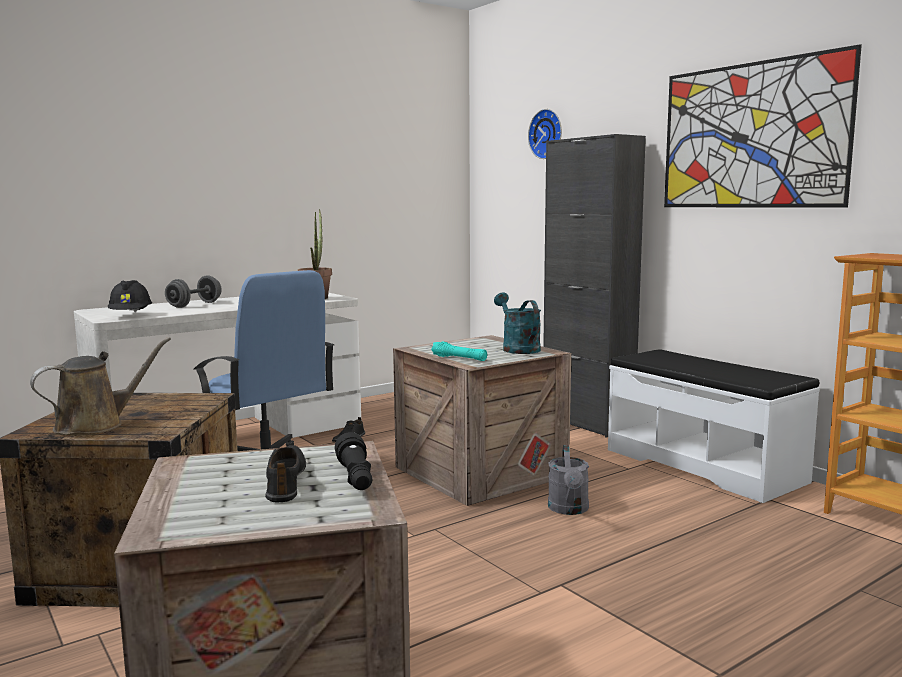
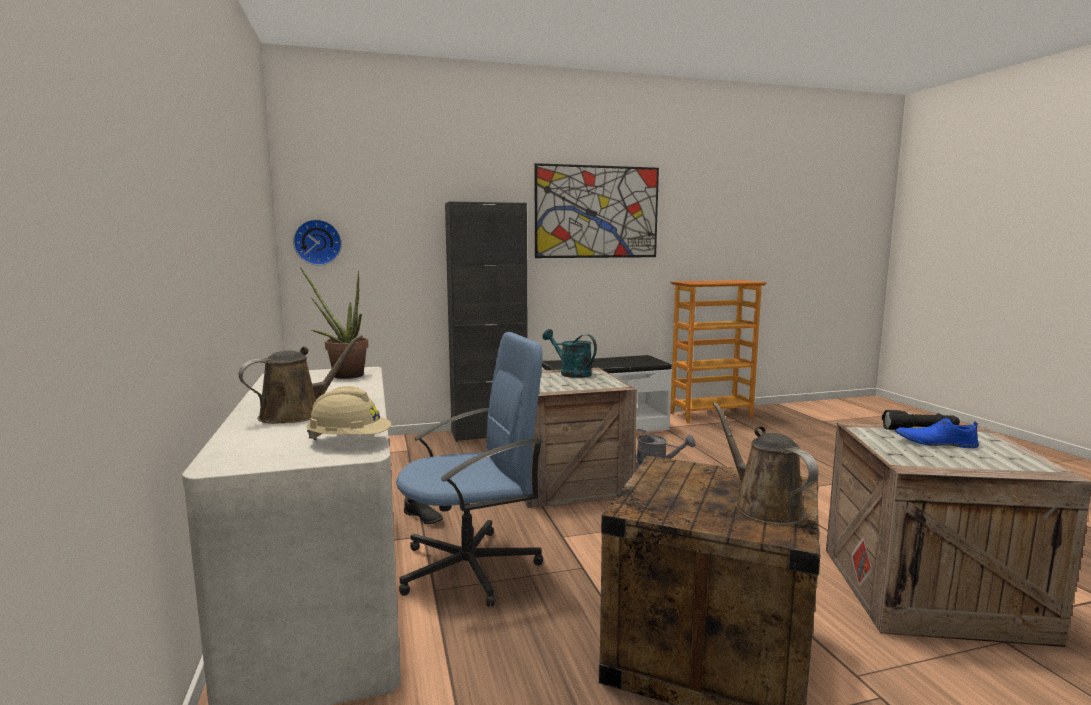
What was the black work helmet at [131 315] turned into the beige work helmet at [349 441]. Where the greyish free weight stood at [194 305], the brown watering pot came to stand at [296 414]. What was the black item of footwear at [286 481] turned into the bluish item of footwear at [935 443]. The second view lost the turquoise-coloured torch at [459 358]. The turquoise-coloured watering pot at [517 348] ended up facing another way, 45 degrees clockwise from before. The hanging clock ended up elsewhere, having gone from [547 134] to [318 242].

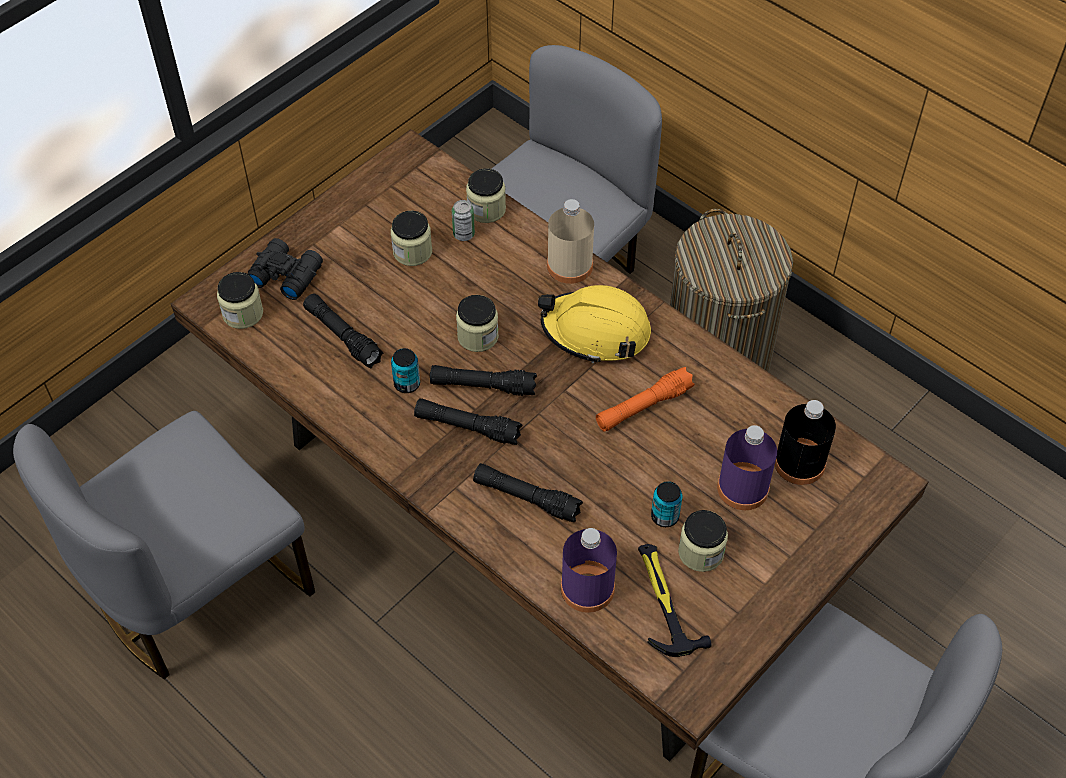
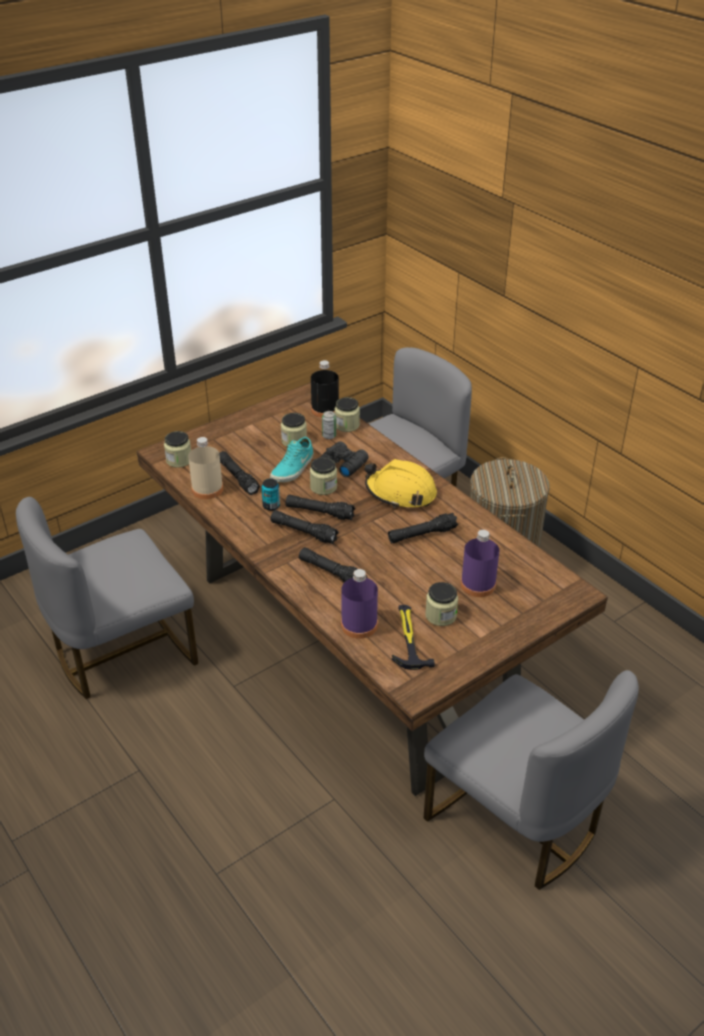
The black field glasses ended up elsewhere, having gone from [285 274] to [343 464]. The beige drink bottle ended up elsewhere, having gone from [569 265] to [207 489]. What was the orange-coloured torch at [643 407] turned into the black torch at [422 535]. The second view lost the can at [665 516]. The black drink bottle ended up elsewhere, having gone from [799 463] to [325 410]. The second view gained the turquoise-coloured item of footwear at [293 469].

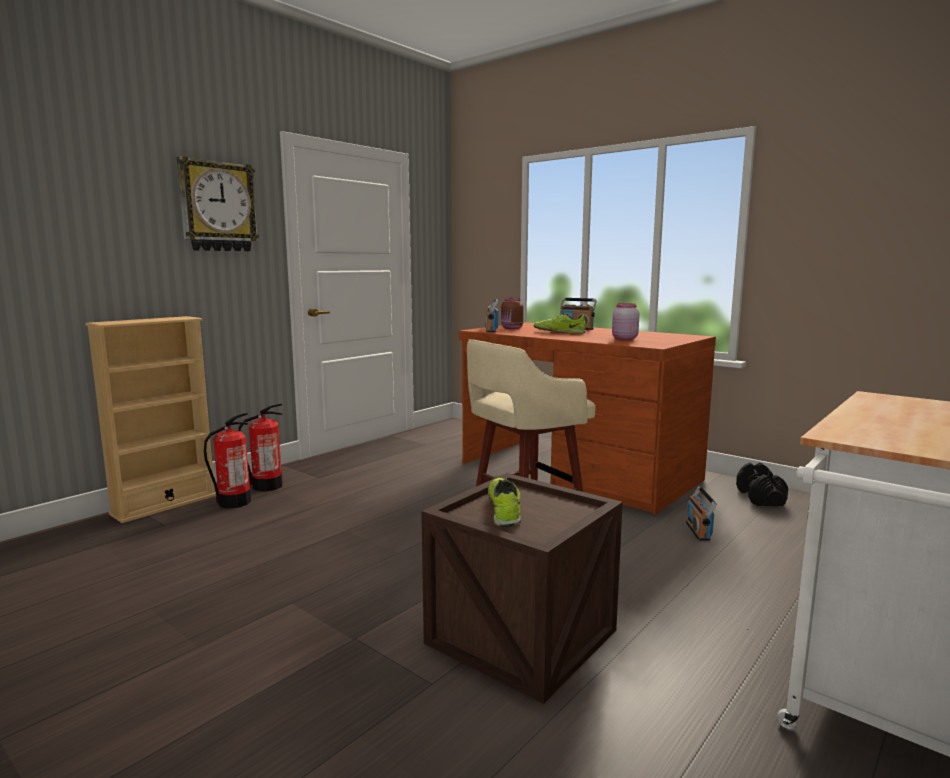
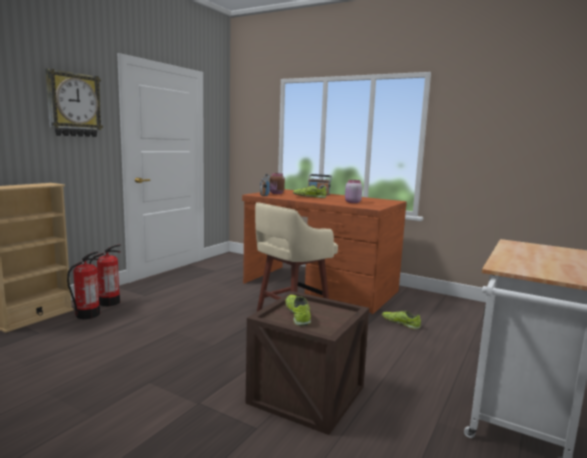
Where the radio receiver stood at [698 531], the item of footwear came to stand at [400 323]. The second view lost the black free weight at [759 497].

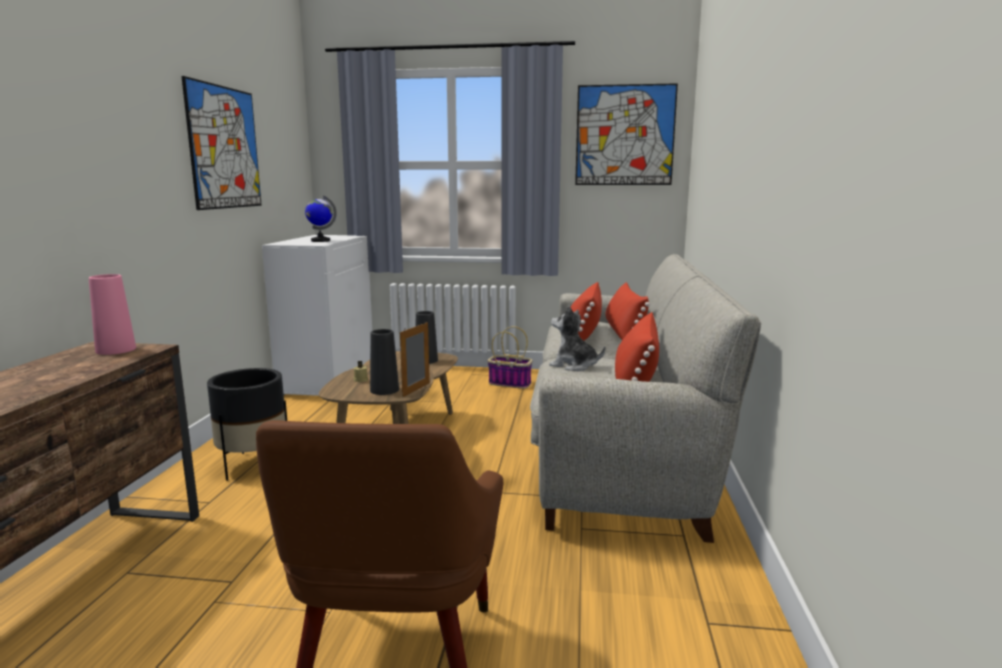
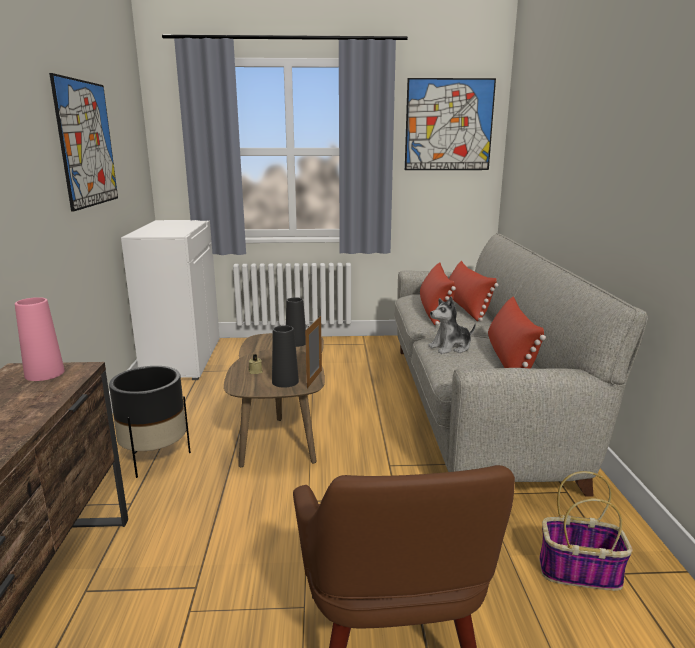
The second view lost the world globe at [320 241]. The household basket ended up elsewhere, having gone from [510 383] to [580 571]. The cuddly toy at [574 366] ended up facing another way, 45 degrees counterclockwise from before.

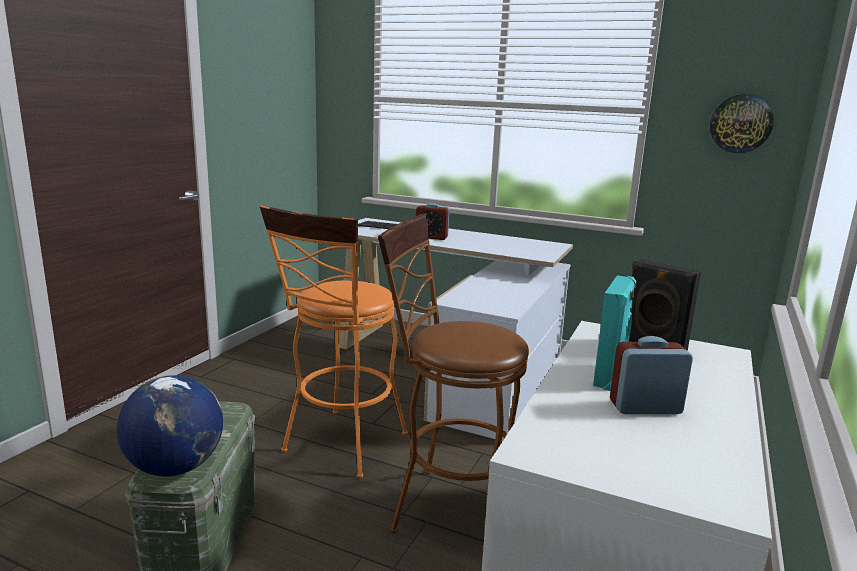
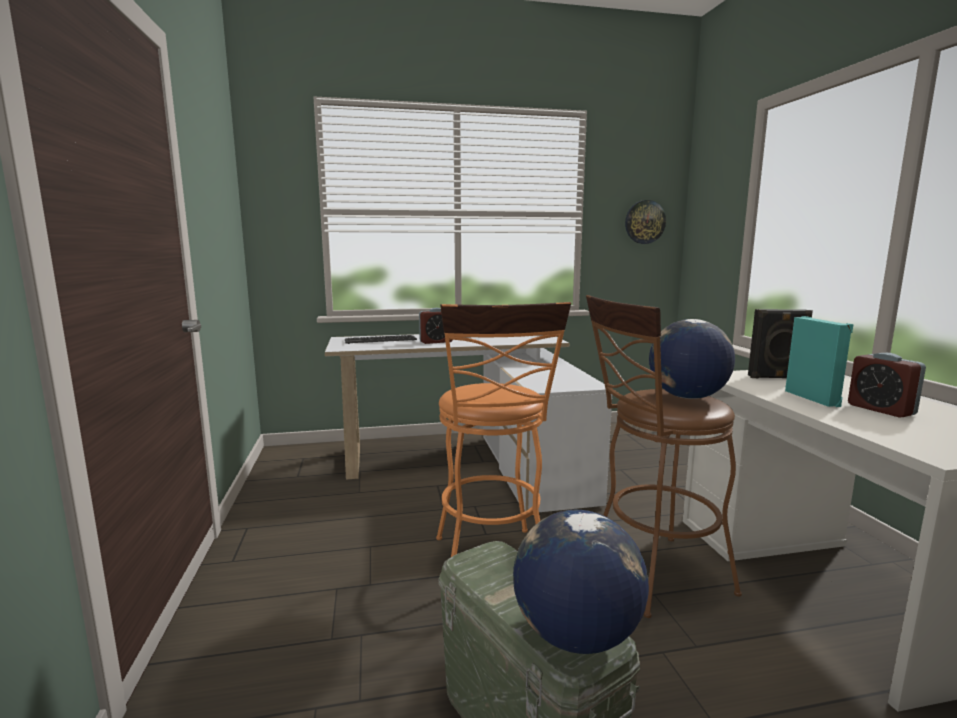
The bedside clock at [645 407] ended up facing another way, 75 degrees counterclockwise from before. The second view gained the world globe at [686 397].

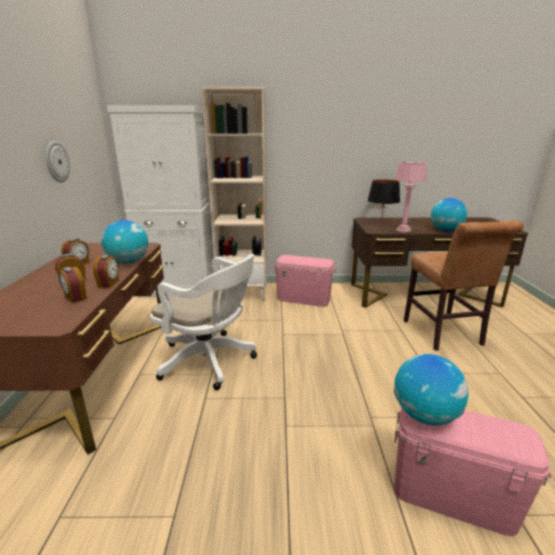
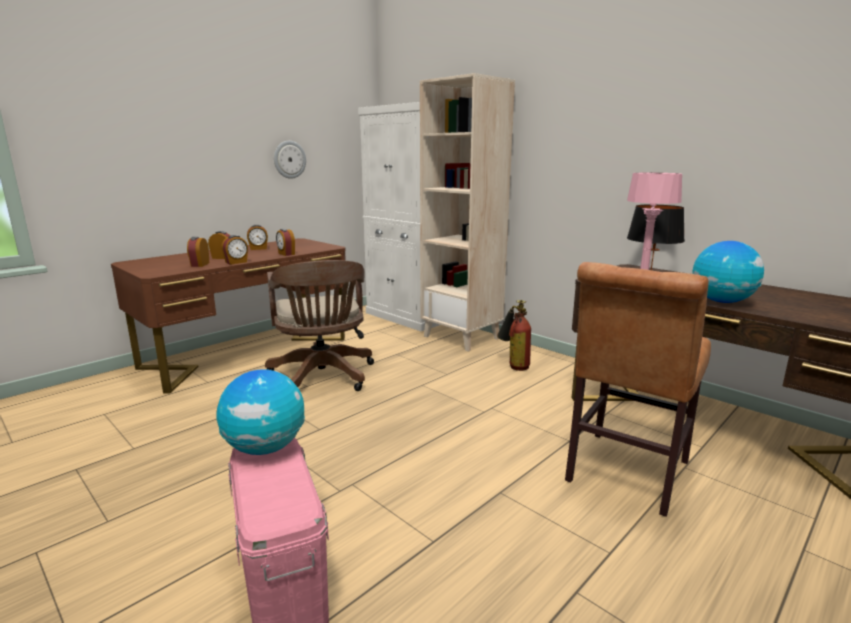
Where the world globe stood at [129 262], the bedside clock came to stand at [286 254]. What was the white desk chair at [210 361] turned into the brown desk chair at [323 378]. Where the pinkish storage bin stood at [303 299], the extinguisher came to stand at [513 365].

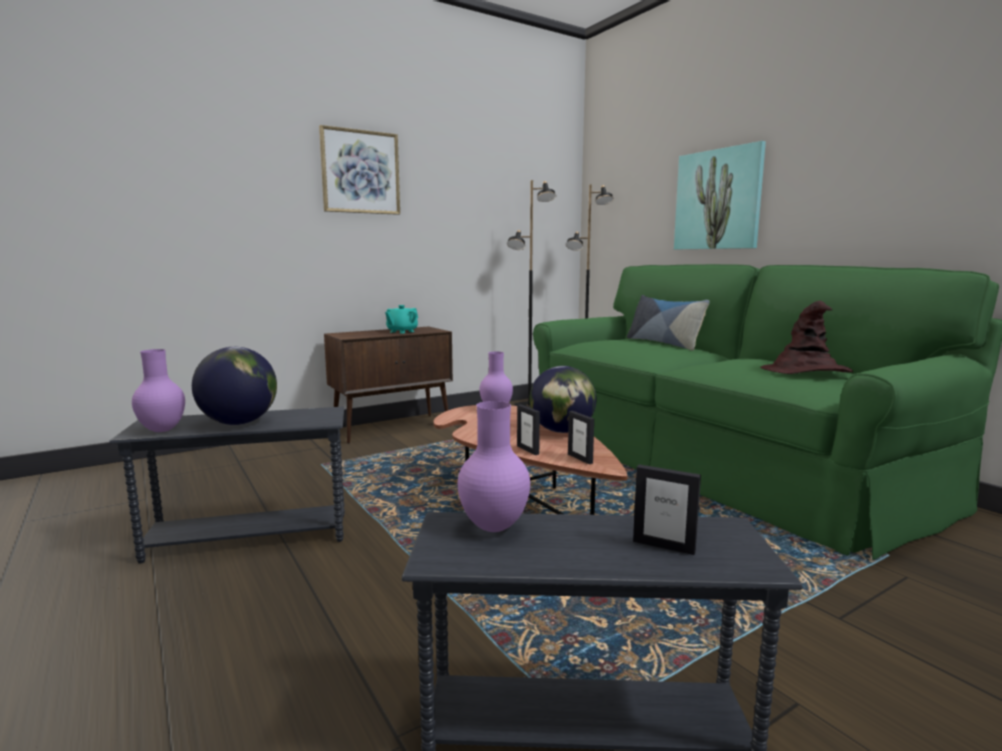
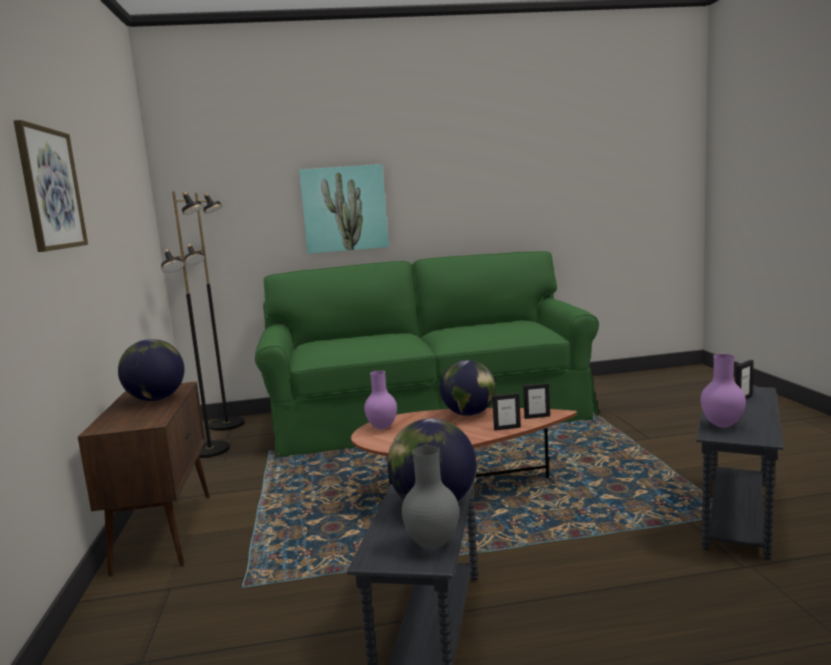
What was the purple decorative vase at [161 430] turned into the greyish decorative vase at [433 545]. Where the turquoise-coloured tea pot stood at [402 332], the world globe came to stand at [156 399]. The second view lost the throw pillow at [664 343]. The second view lost the brown hat at [805 371].

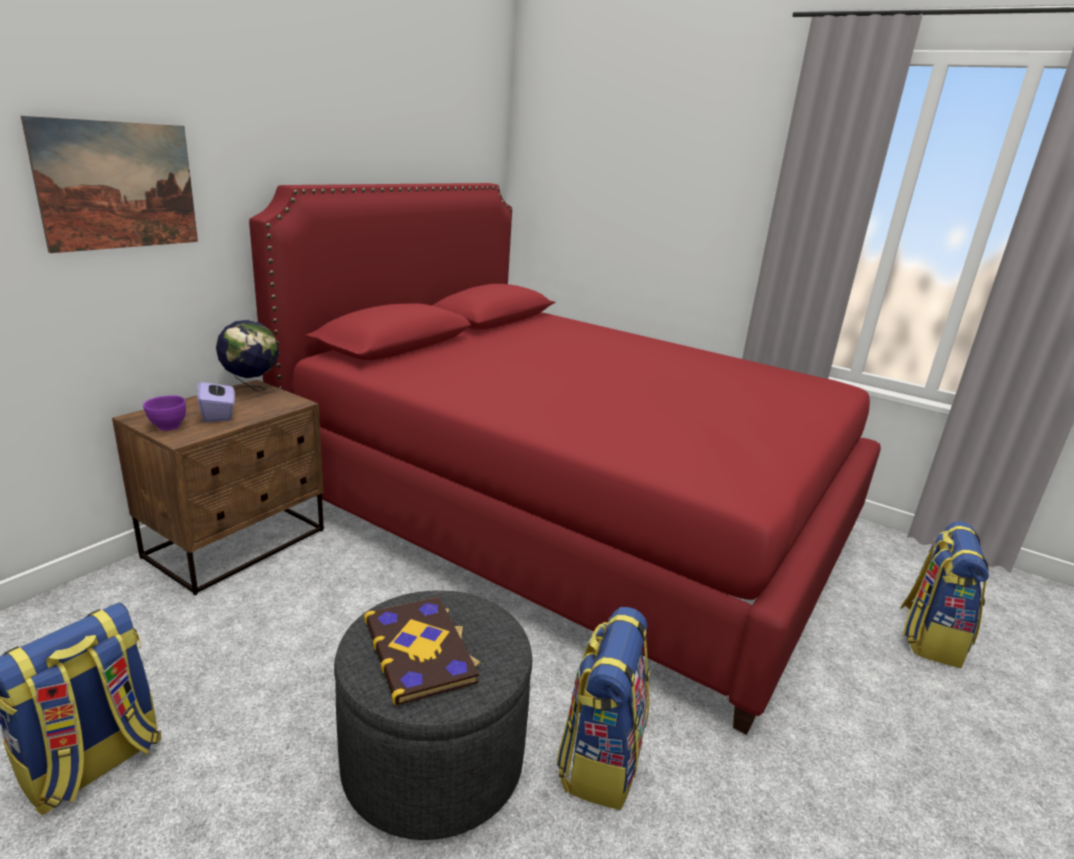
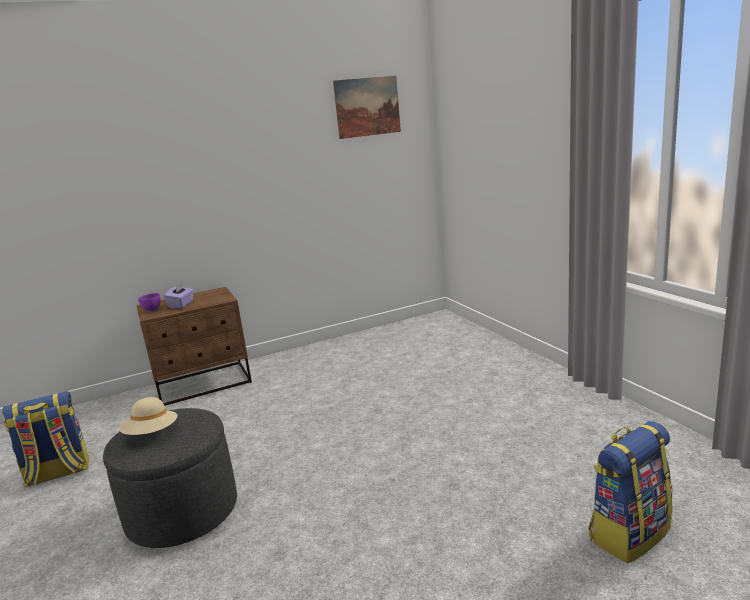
The wall picture ended up elsewhere, having gone from [118 185] to [367 107]. The second view lost the world globe at [251 391]. The second view lost the red sleeping bed at [571 513]. Where the bound book stood at [421 650], the beige hat came to stand at [152 434]. The second view lost the knapsack at [600 758].

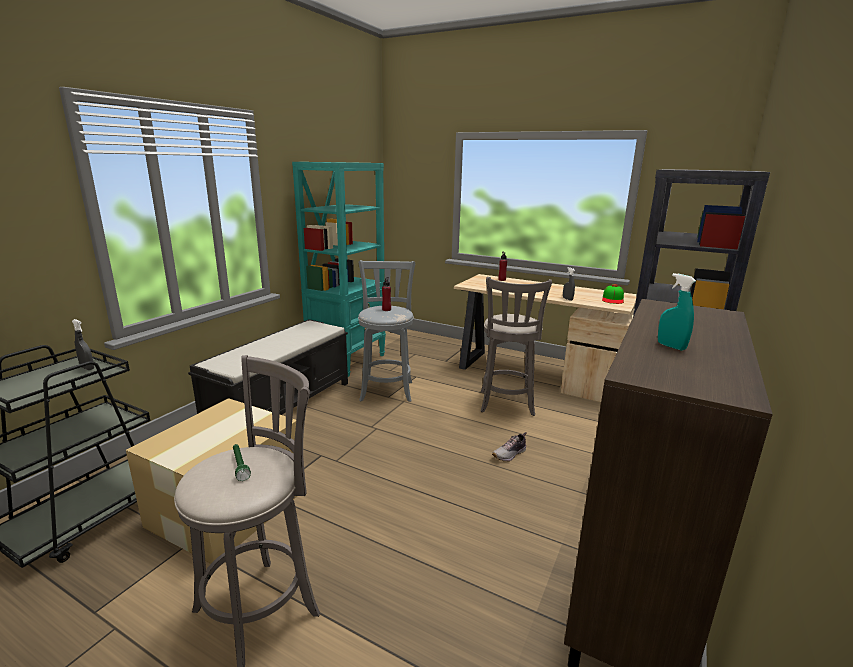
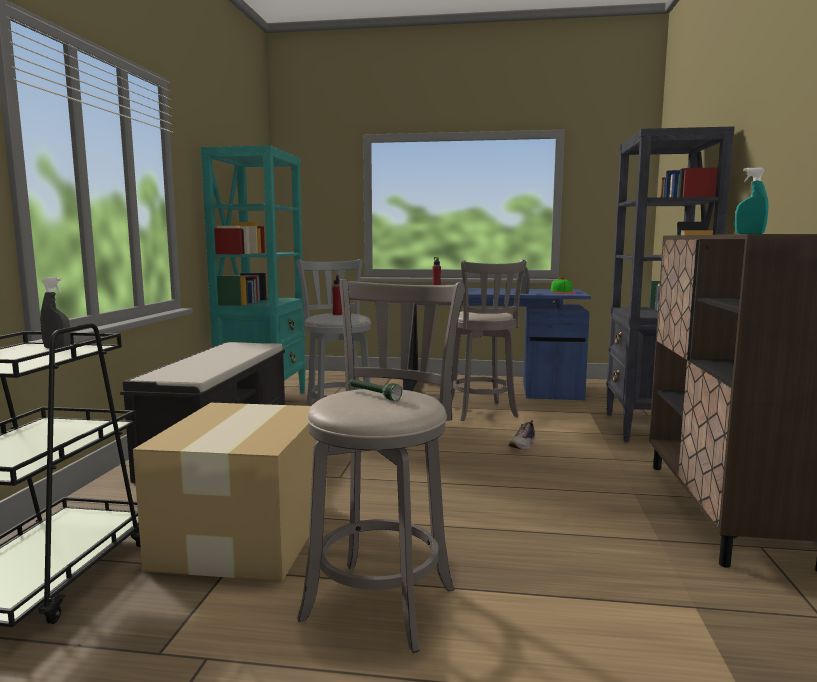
What was the beige desk at [536 374] turned into the bluish desk at [488 388].

